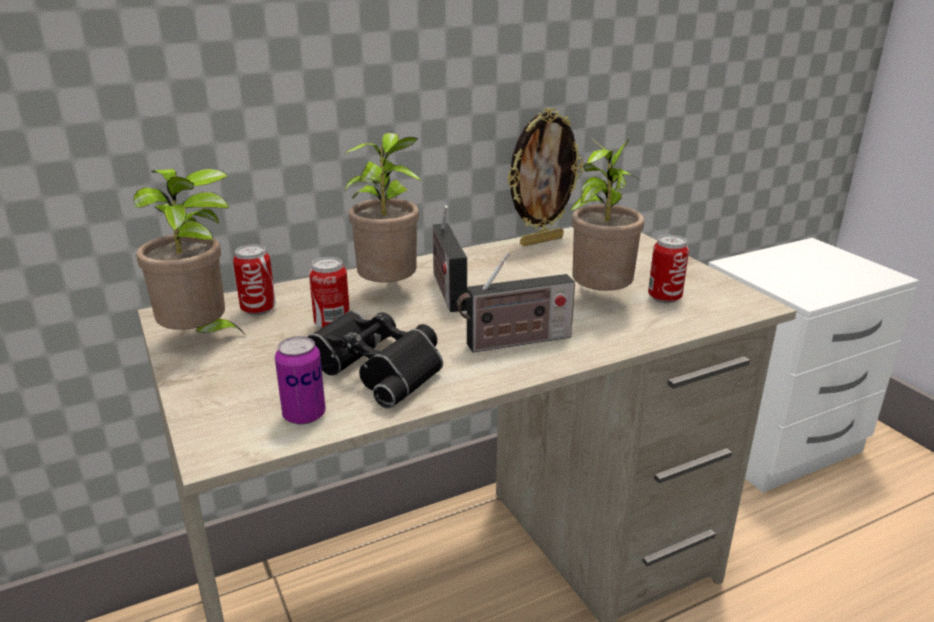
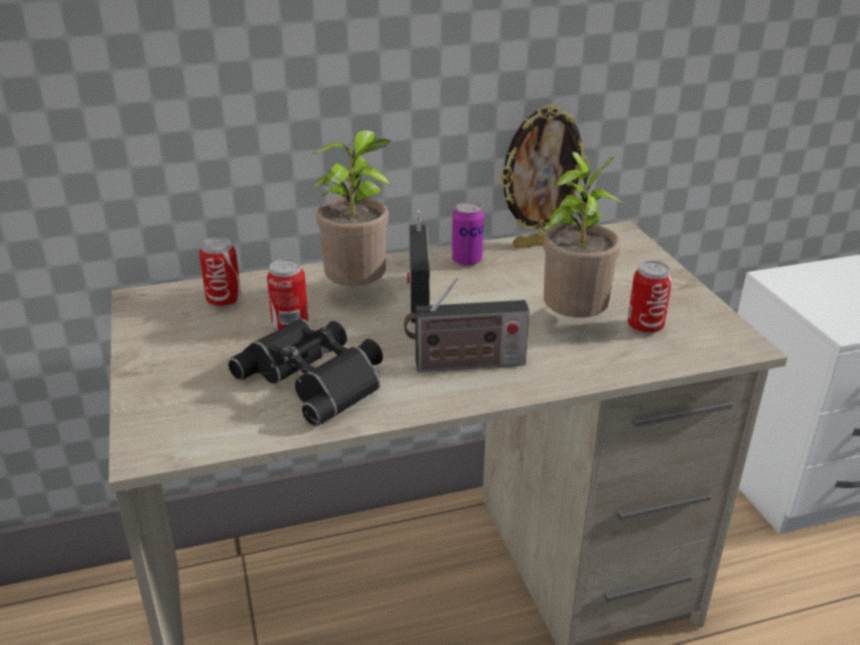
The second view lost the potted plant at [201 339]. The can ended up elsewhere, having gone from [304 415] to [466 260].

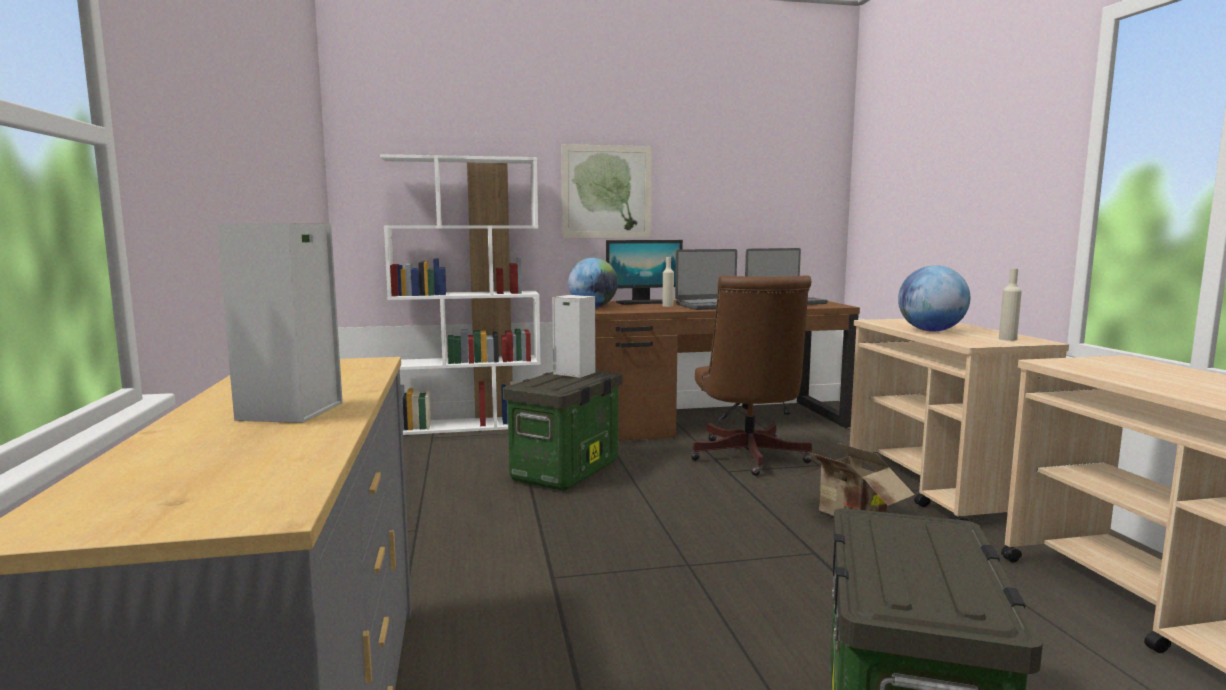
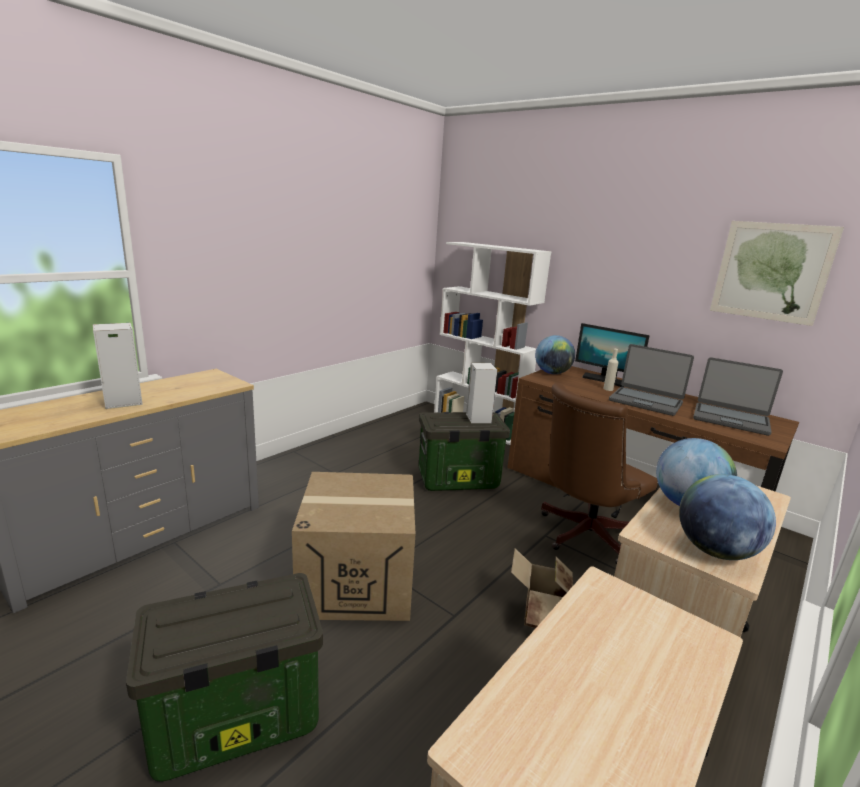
The wall picture ended up elsewhere, having gone from [606 192] to [771 272]. Where the beige drink bottle stood at [1007 339], the world globe came to stand at [715 551]. The second view gained the cardboard box at [357 580].

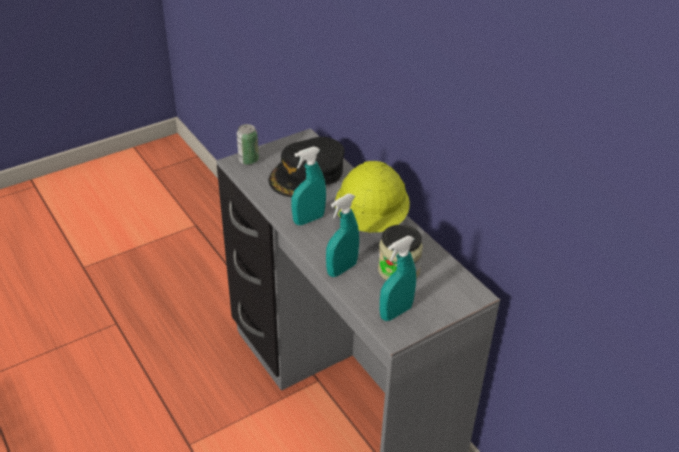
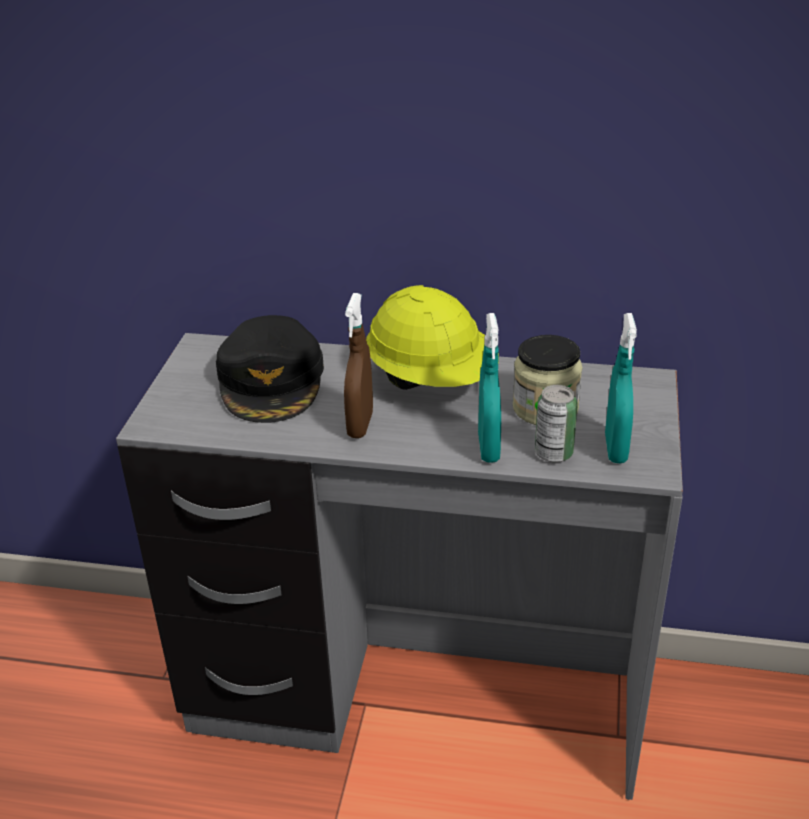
The can ended up elsewhere, having gone from [248 160] to [553 453]. What was the turquoise-coloured spray bottle at [308 219] turned into the brown spray bottle at [360 425].

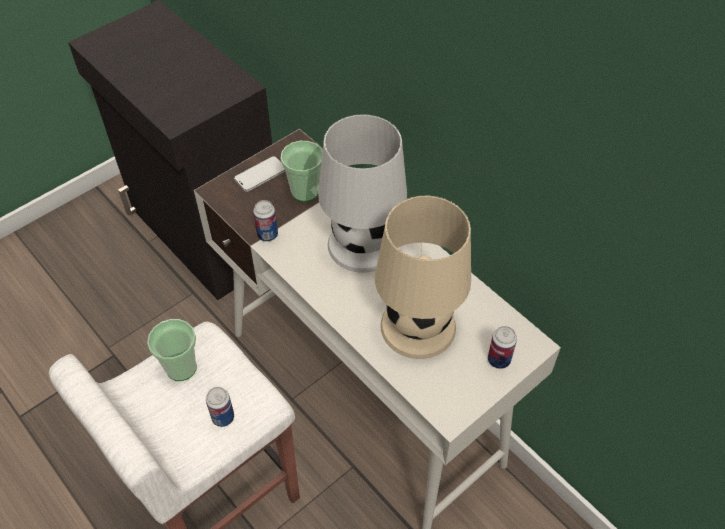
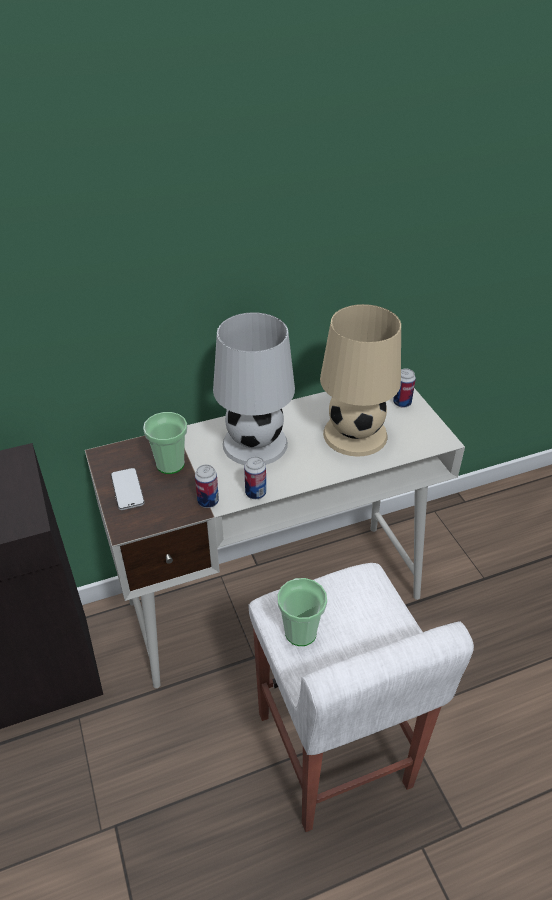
The can ended up elsewhere, having gone from [223 417] to [255 493].

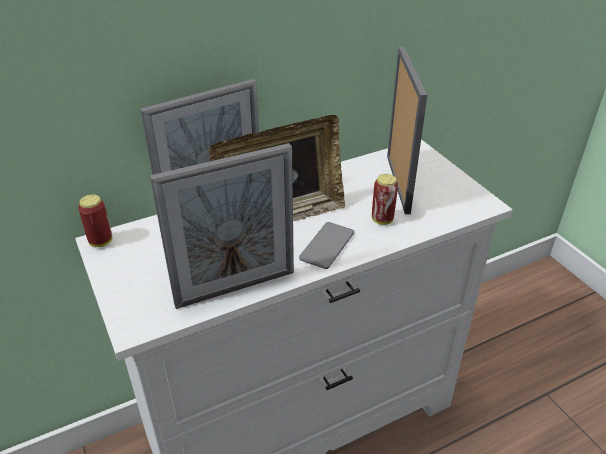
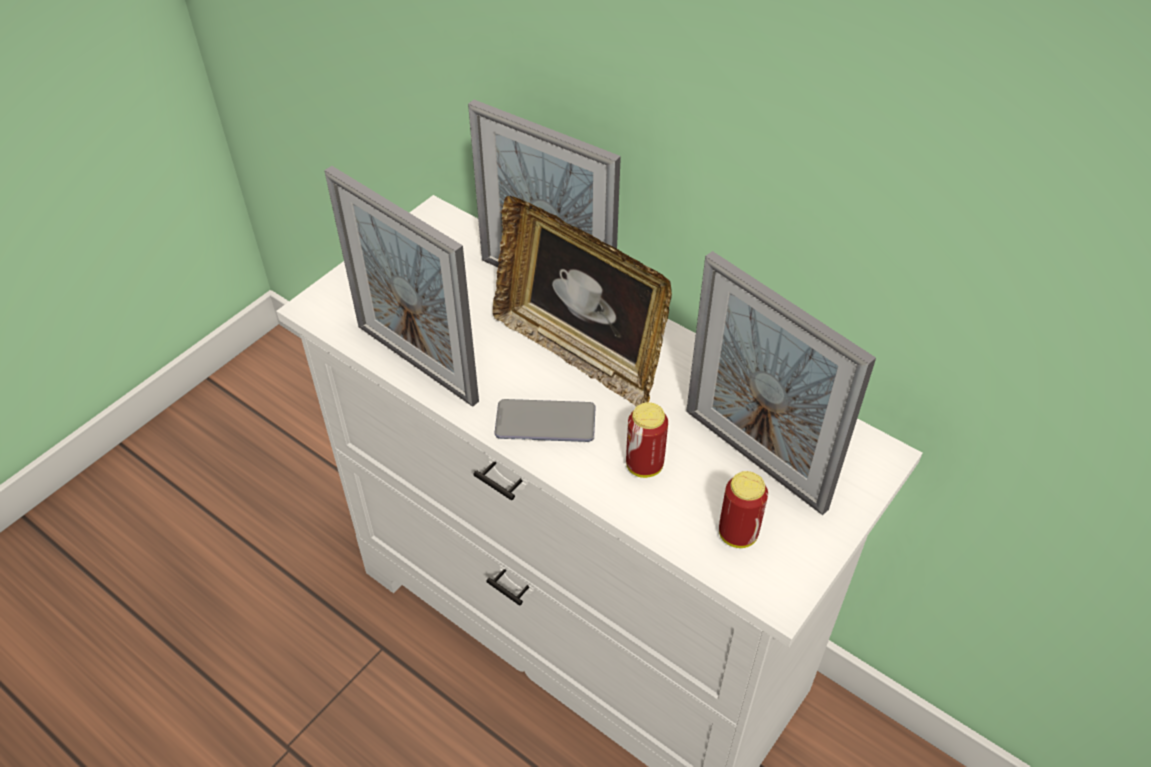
The can ended up elsewhere, having gone from [101 241] to [737 534]. The picture frame at [398 183] ended up facing another way, 75 degrees clockwise from before.

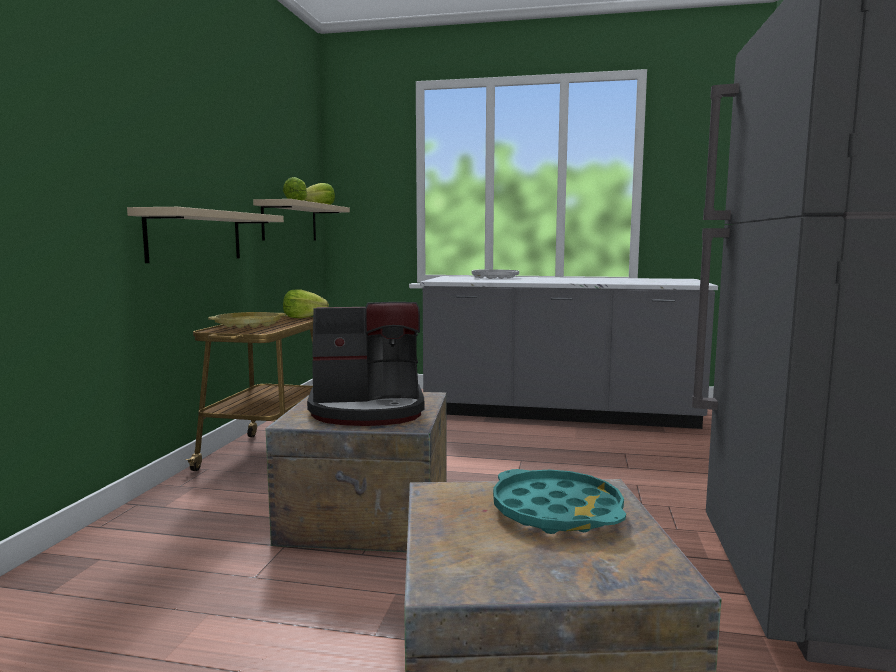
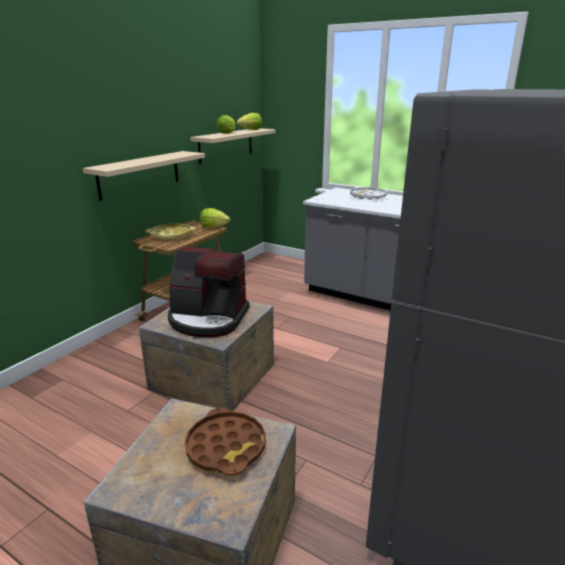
What was the turquoise-coloured carrying tray at [556 511] turned into the brown carrying tray at [226 447].

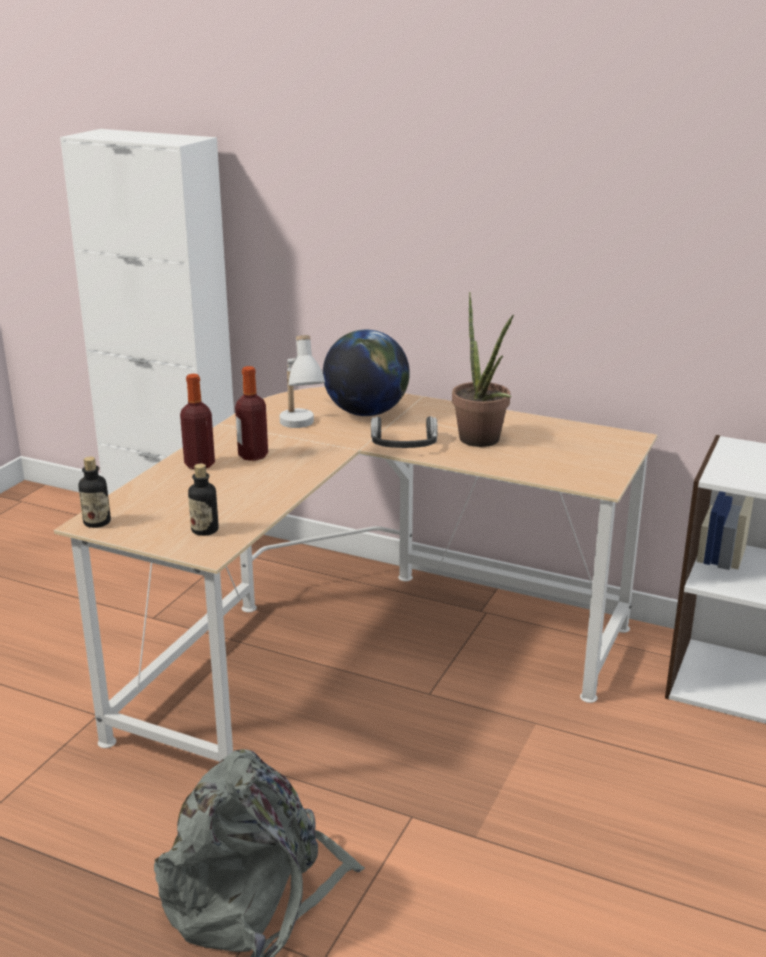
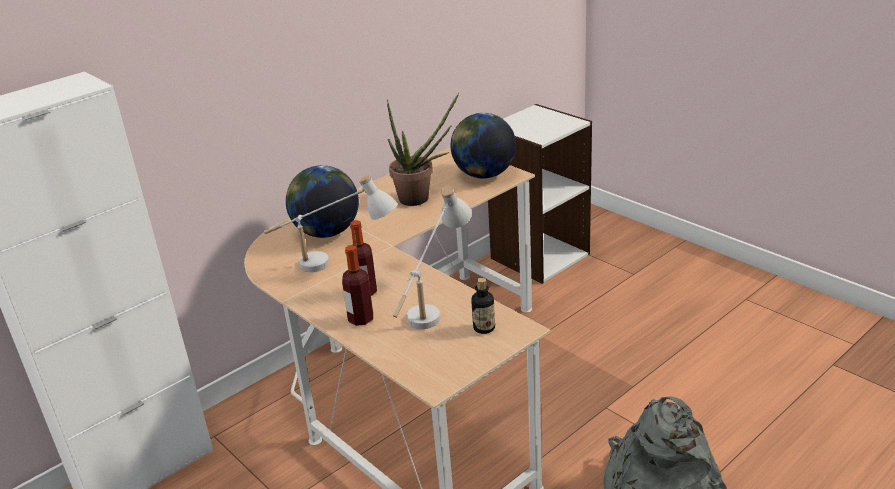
The second view lost the drink bottle at [97 522]. The second view lost the headset at [404 444]. The second view gained the white lamp for a table at [434 306]. The second view gained the world globe at [484 175].

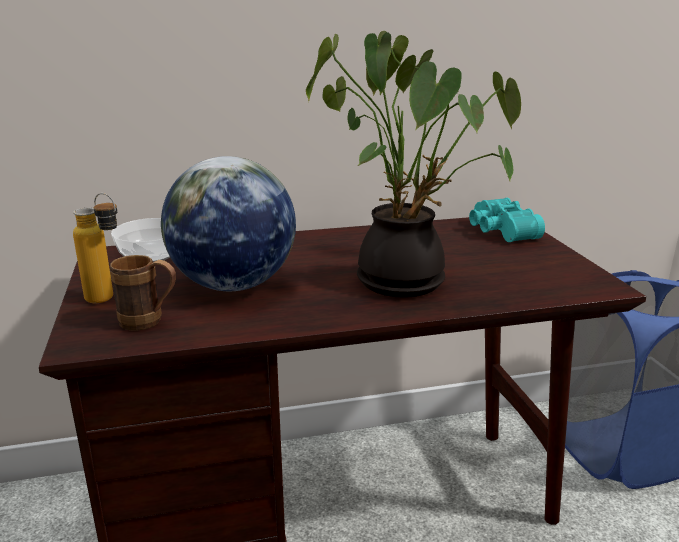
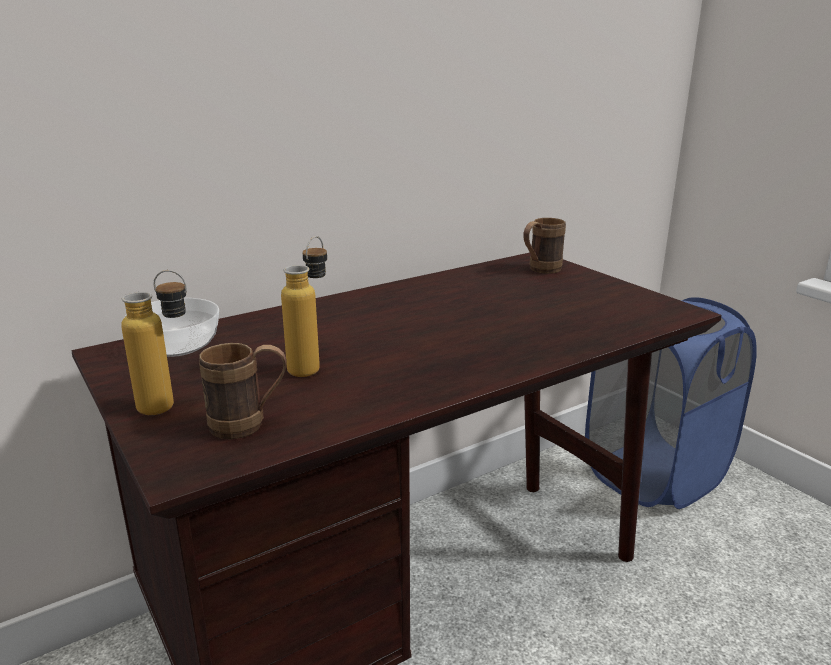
Where the world globe stood at [233 285], the drink bottle came to stand at [311 365]. The second view lost the potted plant at [406 279]. Where the turquoise-coloured field glasses stood at [499 231], the brown tea mug came to stand at [539 270].

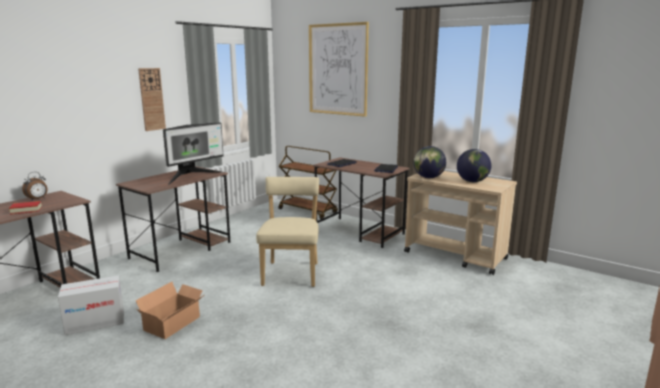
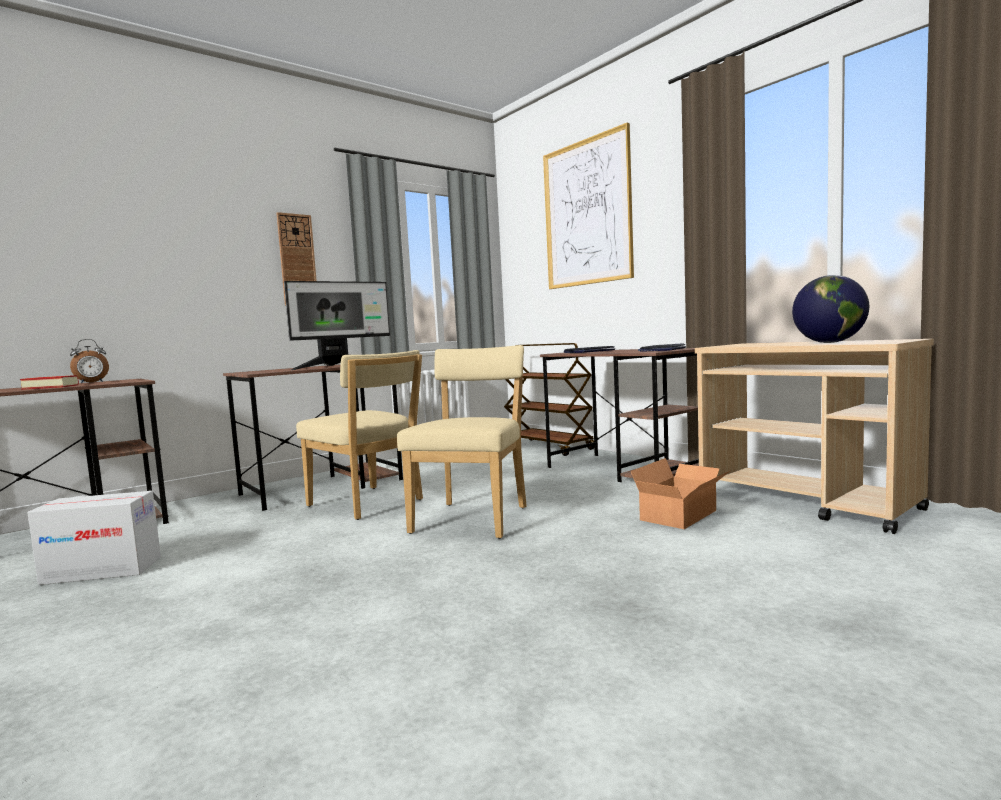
The cardboard box ended up elsewhere, having gone from [174 323] to [682 515]. The second view lost the world globe at [428 177]. The second view gained the beige chair at [368 504].

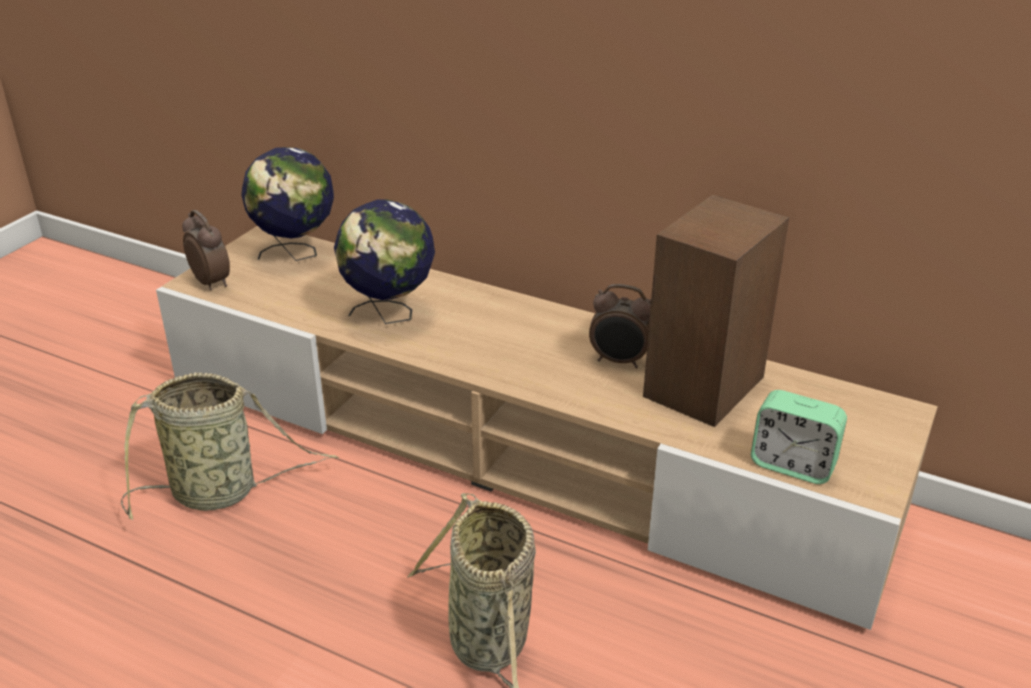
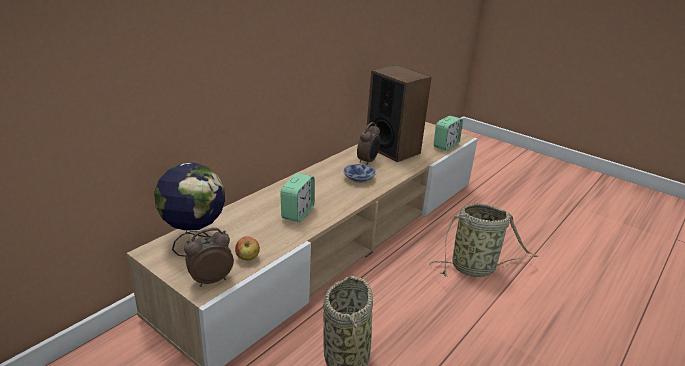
Where the world globe stood at [389 315], the bedside clock came to stand at [297 213]. The second view gained the apple fruit at [247 258]. The second view gained the bowl at [360 178].

